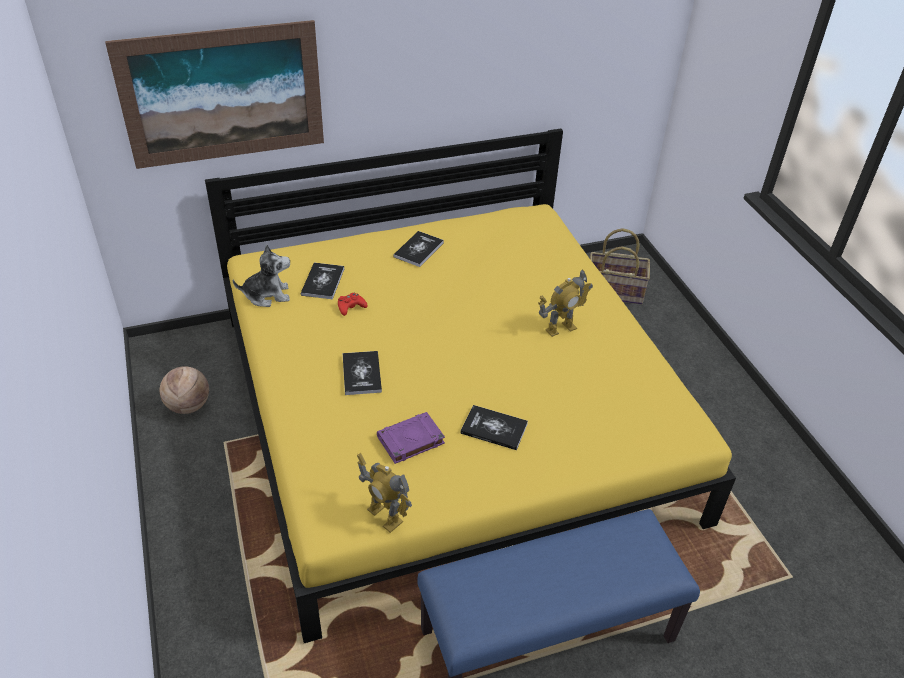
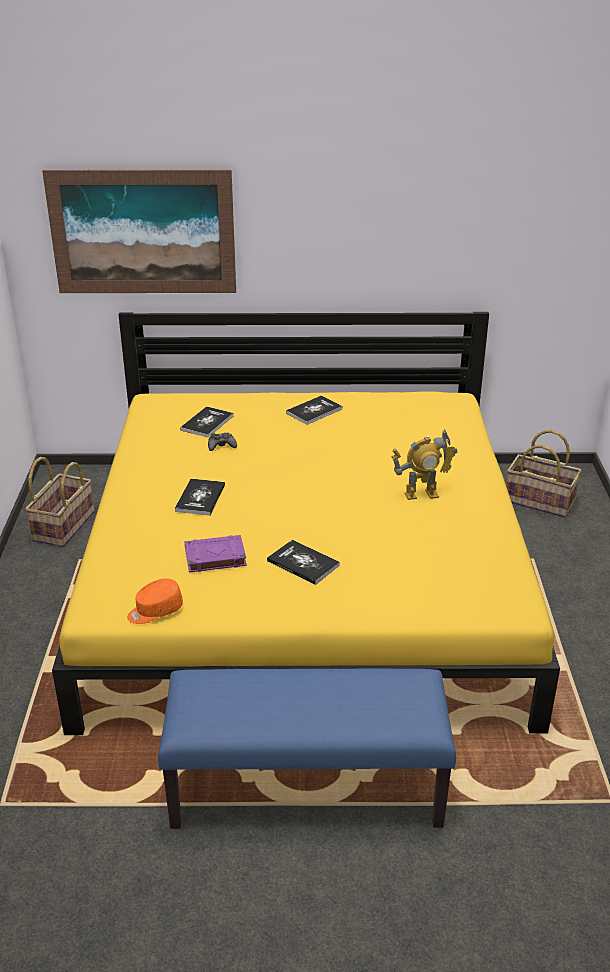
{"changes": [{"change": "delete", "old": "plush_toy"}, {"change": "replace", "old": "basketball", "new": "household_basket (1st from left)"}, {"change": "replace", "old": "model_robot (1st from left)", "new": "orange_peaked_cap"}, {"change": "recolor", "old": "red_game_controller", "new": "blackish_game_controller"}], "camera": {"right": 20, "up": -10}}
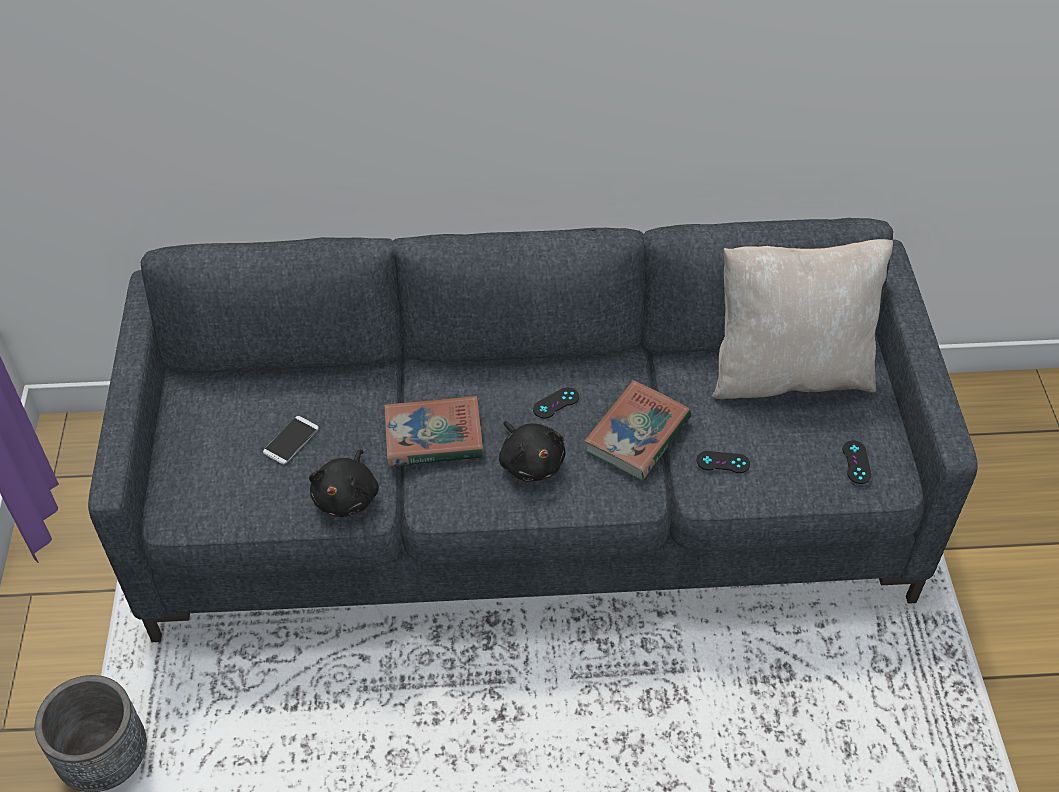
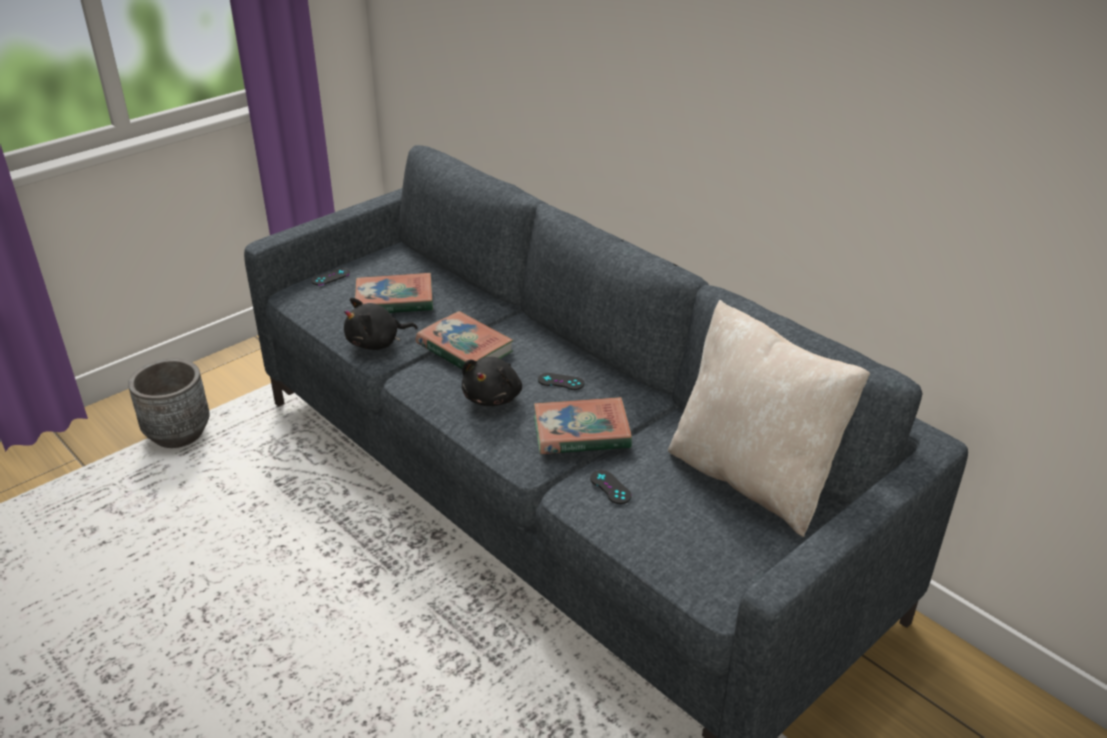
{"changes": [{"change": "move", "old": "blackish_game_controller (3rd from left in the first image)", "new": "blackish_game_controller (1st from left)"}, {"change": "replace", "old": "handset", "new": "volume (1st from left)"}], "camera": {"right": 50, "up": -15}}
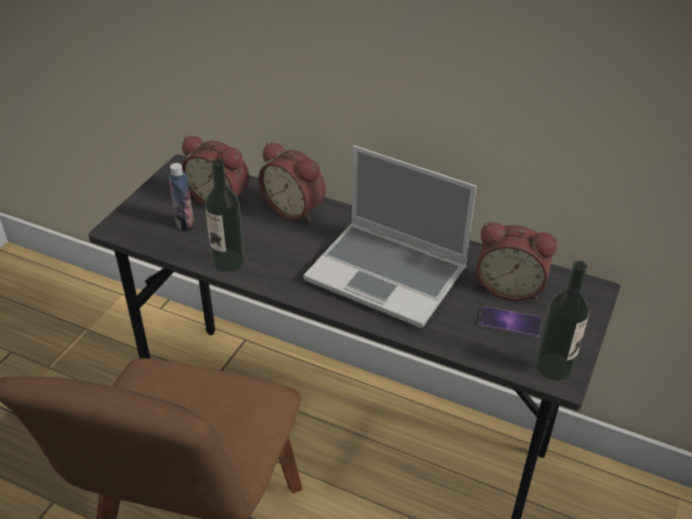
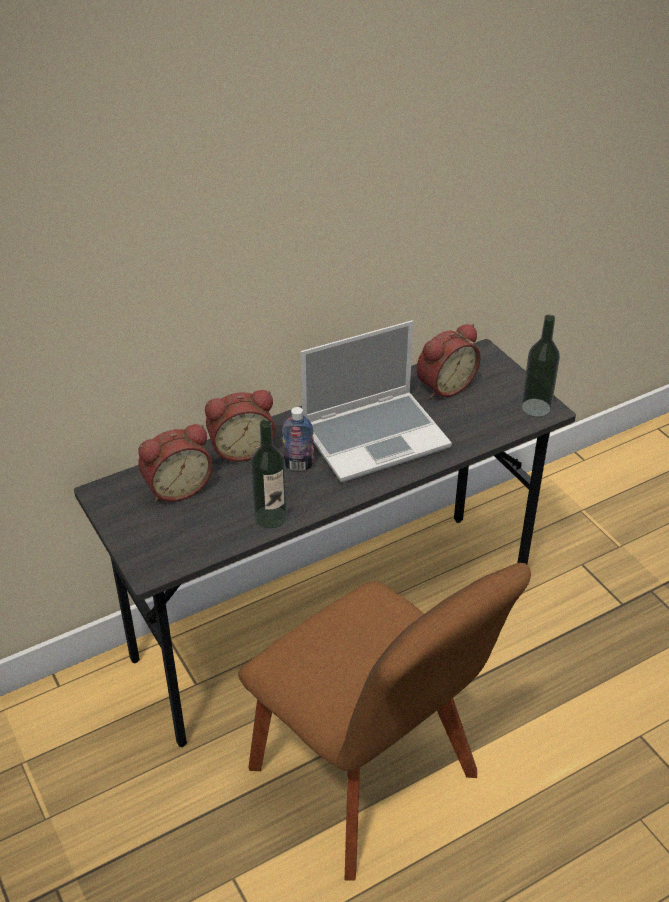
{"changes": [{"change": "delete", "old": "handset"}, {"change": "move", "old": "bottle (1st from left in the first image)", "new": "bottle (2nd from left)"}], "camera": {"right": -55, "up": 0}}
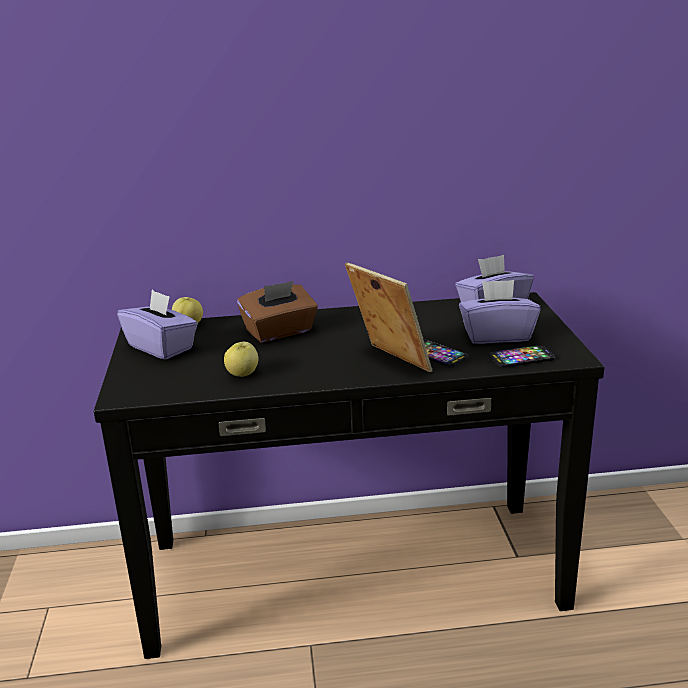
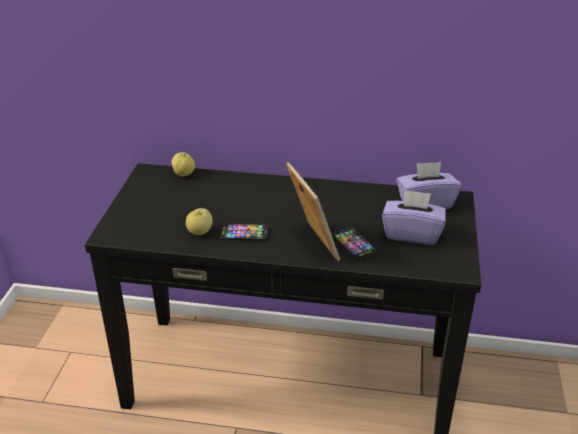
{"changes": [{"change": "delete", "old": "purple_tissue_box (1st from left)"}, {"change": "delete", "old": "brownish_tissue_box"}, {"change": "move", "old": "handset (2nd from left in the first image)", "new": "handset (1st from left)"}], "camera": {"right": 15, "up": 10}}
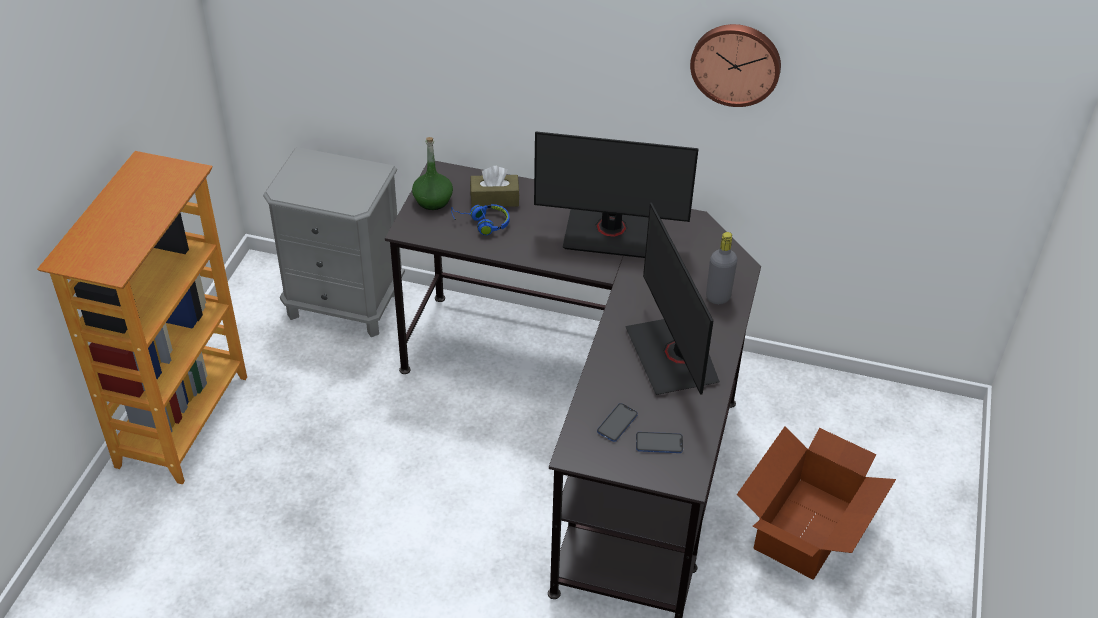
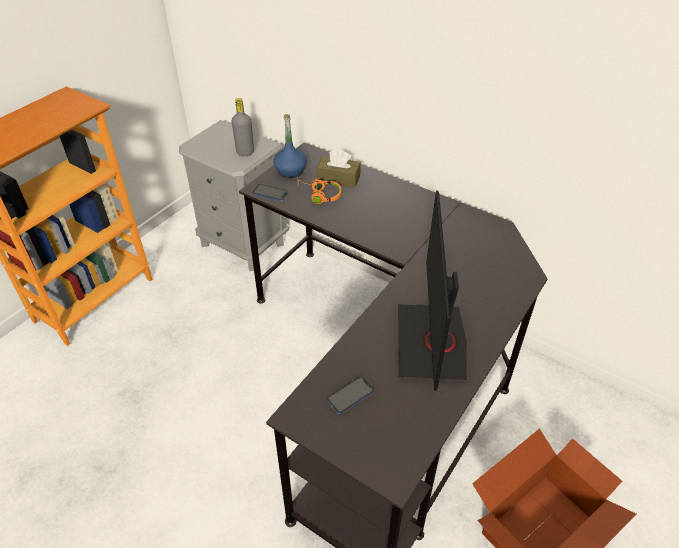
{"changes": [{"change": "delete", "old": "monitor (1st from left)"}, {"change": "delete", "old": "wall_clock"}, {"change": "move", "old": "handset (2nd from left in the first image)", "new": "handset (1st from left)"}, {"change": "move", "old": "grey_bottle"}, {"change": "recolor", "old": "greenish_bottle", "new": "blue-coloured_bottle"}, {"change": "recolor", "old": "blue-coloured_pair_of_headphones", "new": "orange_pair_of_headphones"}], "camera": {"right": 20, "up": 0}}
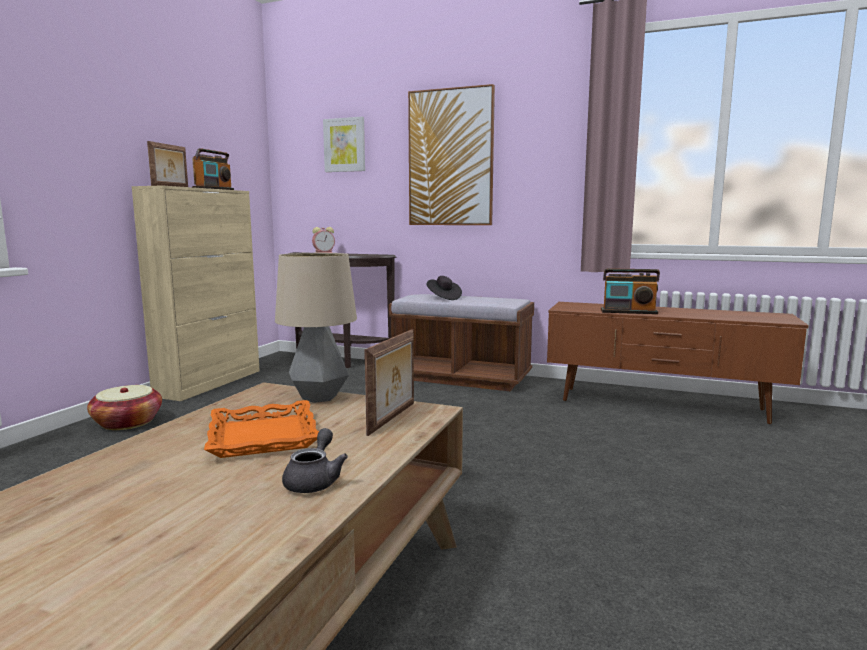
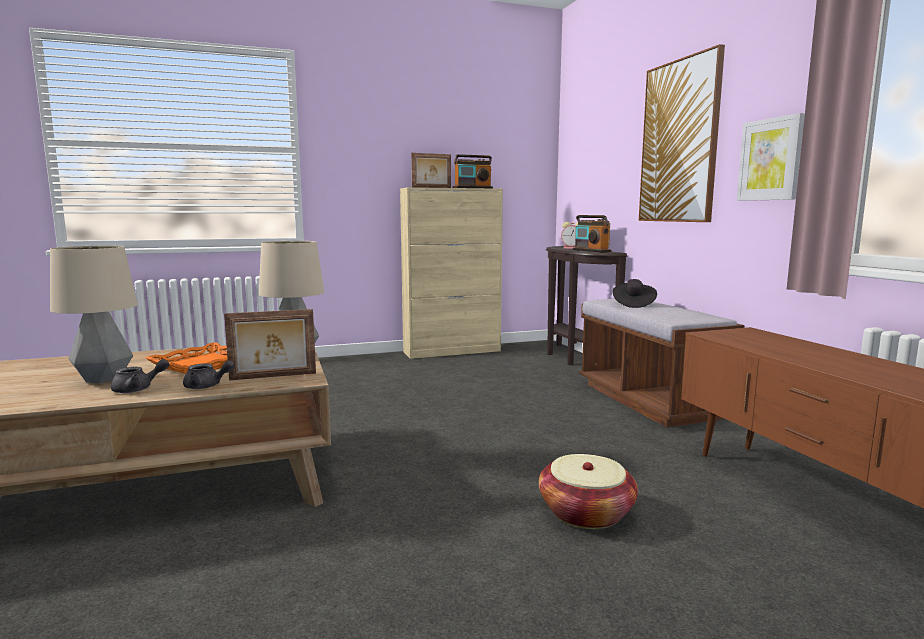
{"changes": [{"change": "insert", "new": "lamp_for_a_table (1st from left)"}, {"change": "insert", "new": "grey_tea_pot (2nd from left)"}, {"change": "move", "old": "household_basket"}, {"change": "move", "old": "wall_art (1st from left in the first image)", "new": "wall_art (2nd from left)"}, {"change": "move", "old": "radio (2nd from left)"}], "camera": {"right": 50, "up": 0}}
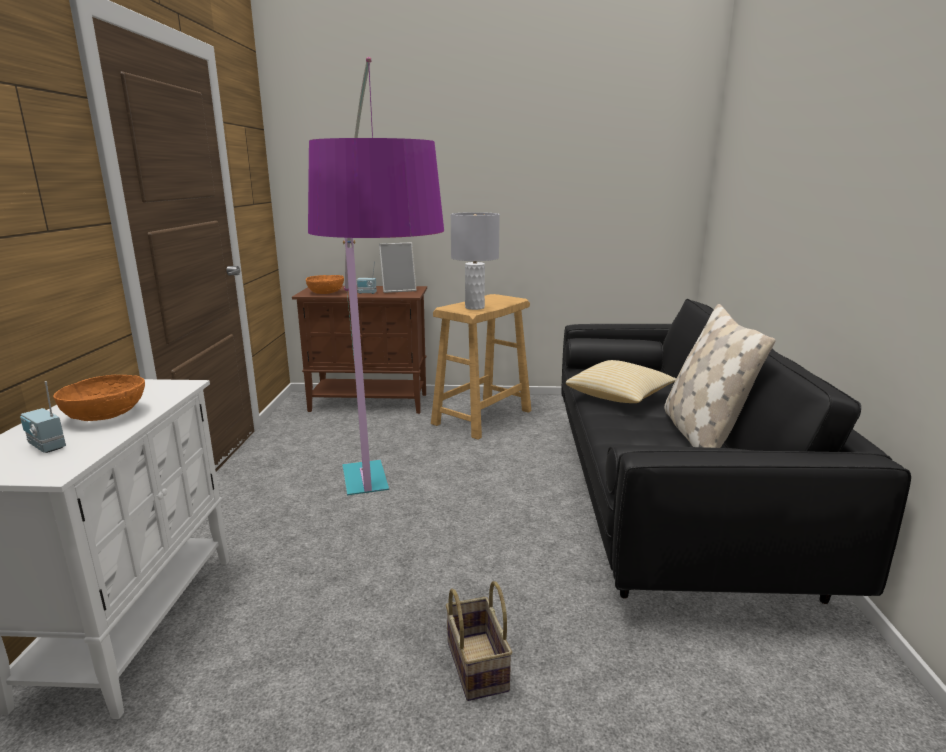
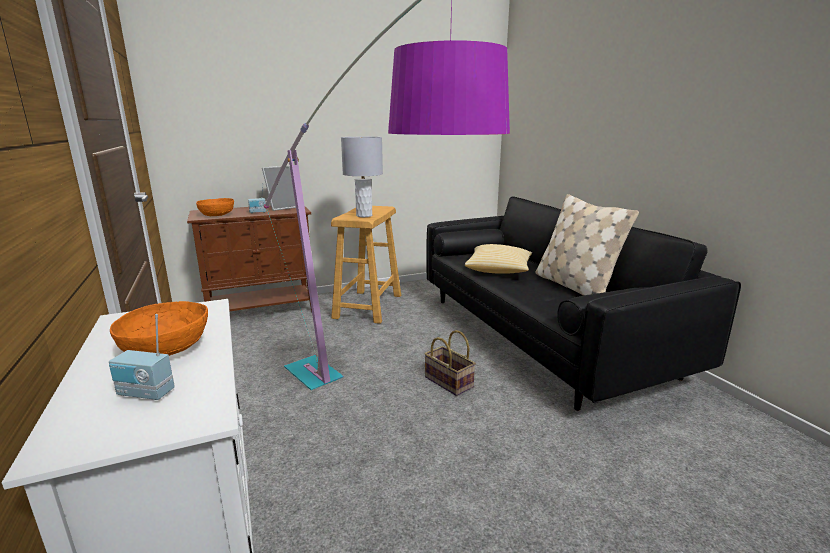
{"changes": [{"change": "move", "old": "household_basket"}], "camera": {"right": -25, "up": 0}}
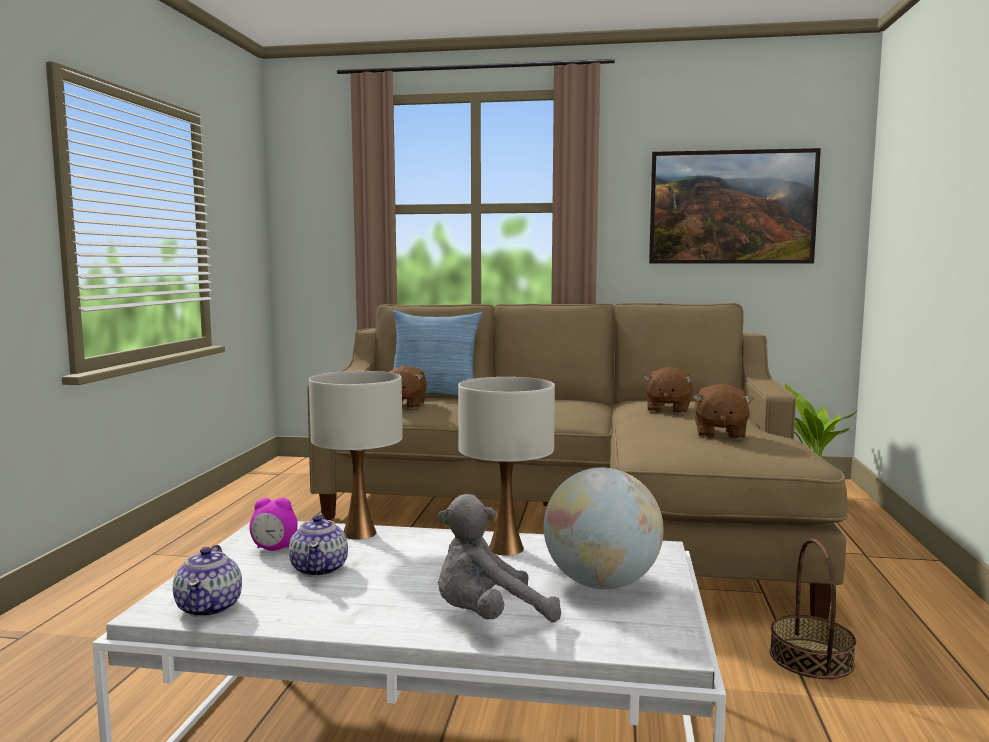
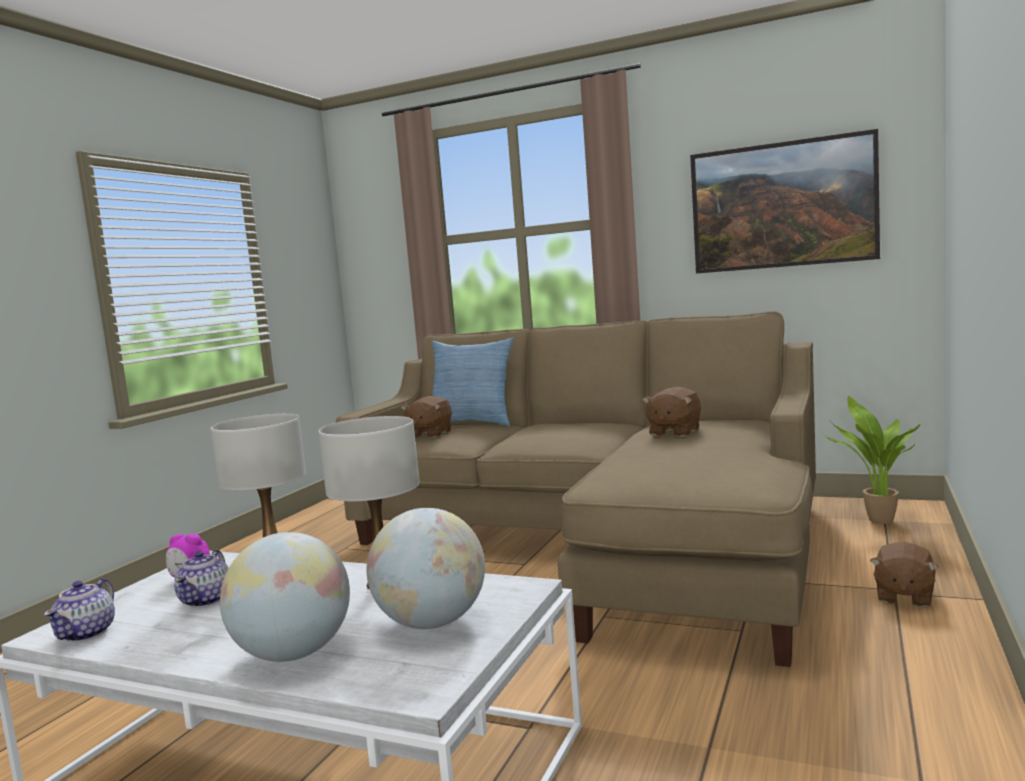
{"changes": [{"change": "delete", "old": "household_basket"}, {"change": "move", "old": "brownish_plush_toy (3rd from left)"}, {"change": "replace", "old": "grey_plush_toy", "new": "world_globe (1st from left)"}], "camera": {"right": 15, "up": 0}}
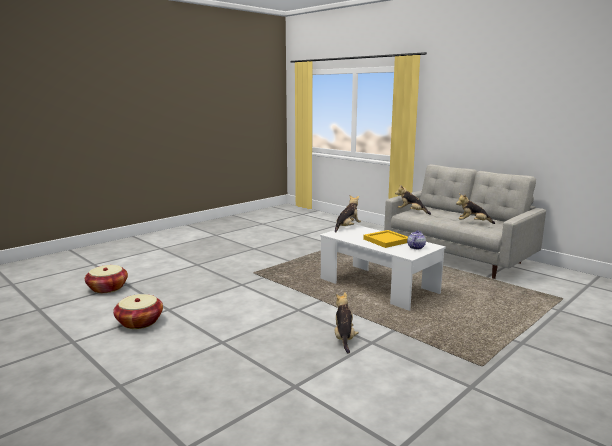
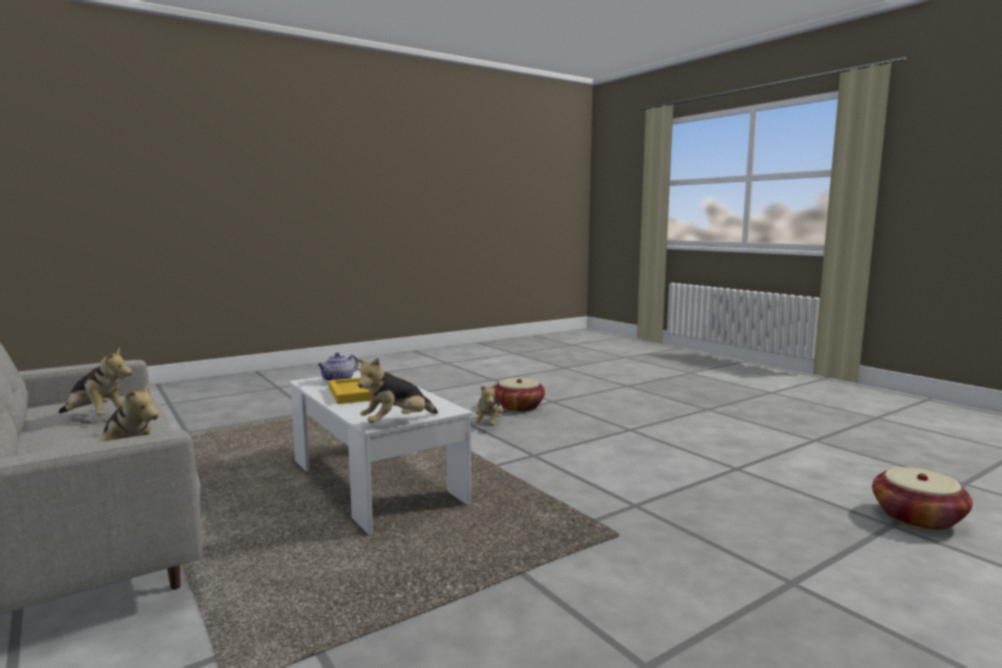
{"changes": [{"change": "move", "old": "household_basket (2nd from left in the first image)", "new": "household_basket (1st from left)"}], "camera": {"right": -170, "up": -5}}
